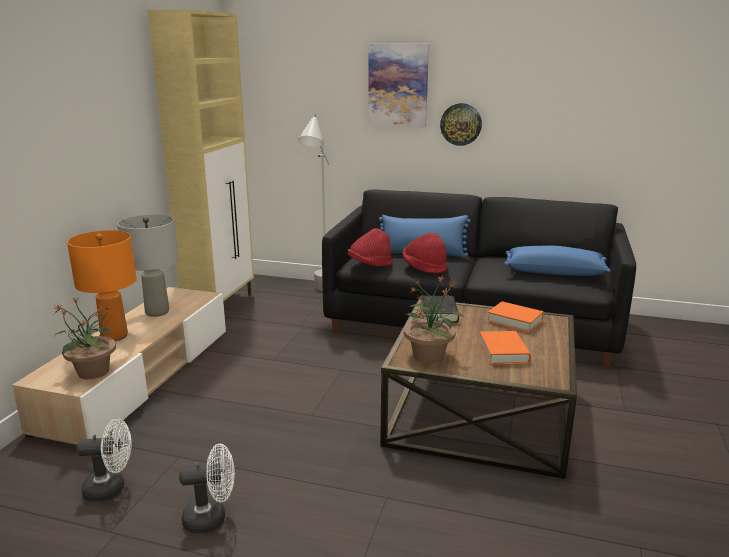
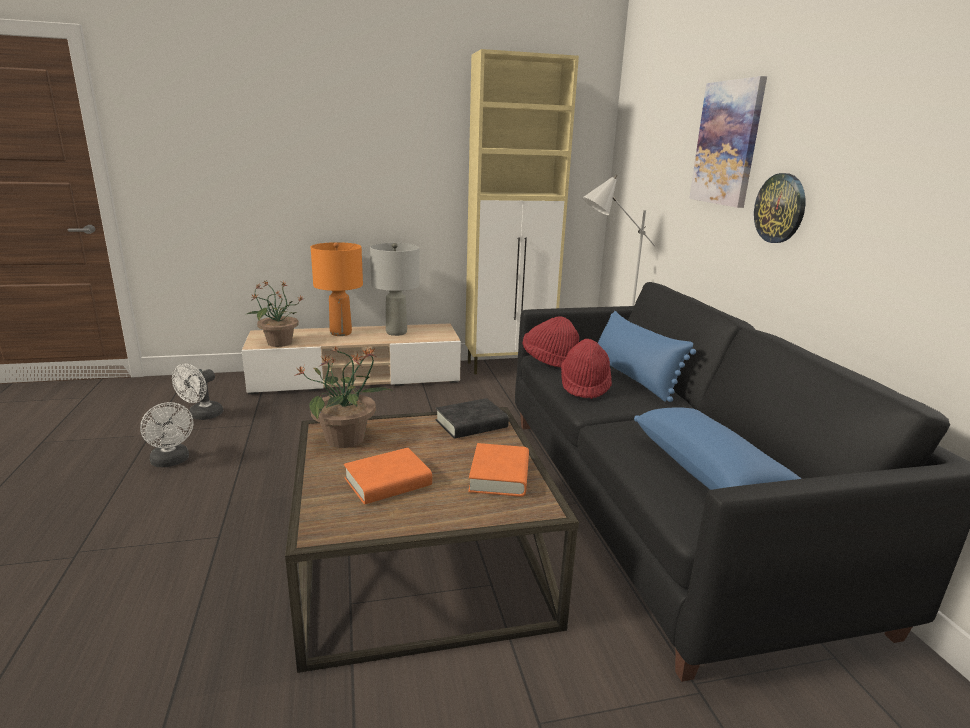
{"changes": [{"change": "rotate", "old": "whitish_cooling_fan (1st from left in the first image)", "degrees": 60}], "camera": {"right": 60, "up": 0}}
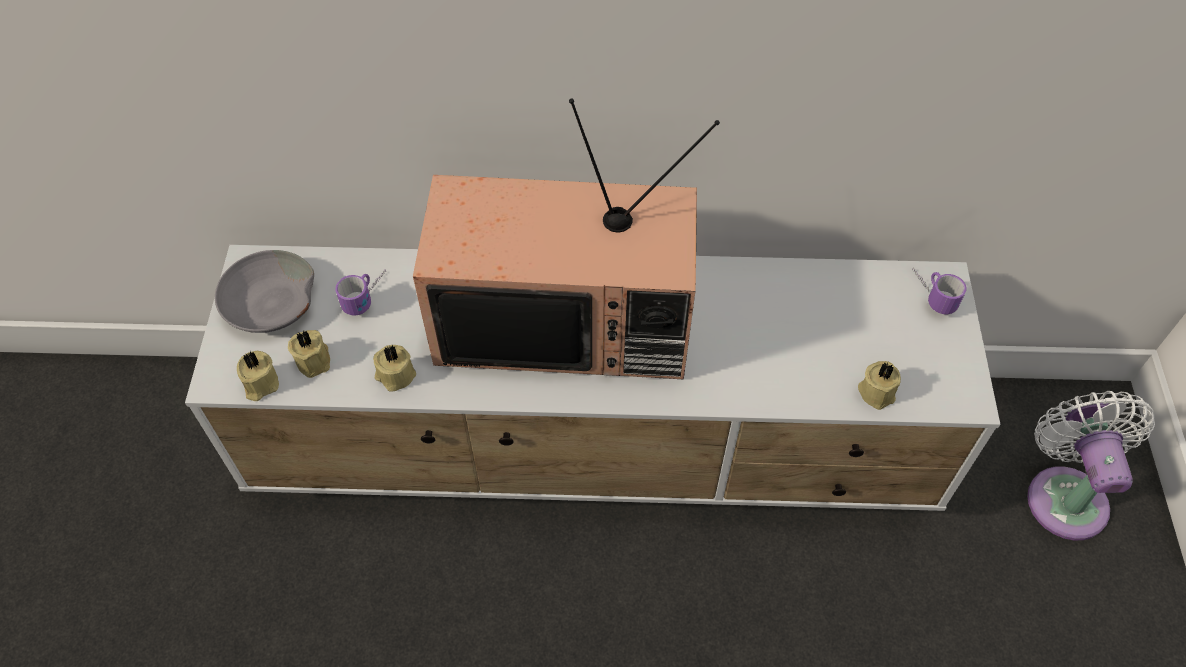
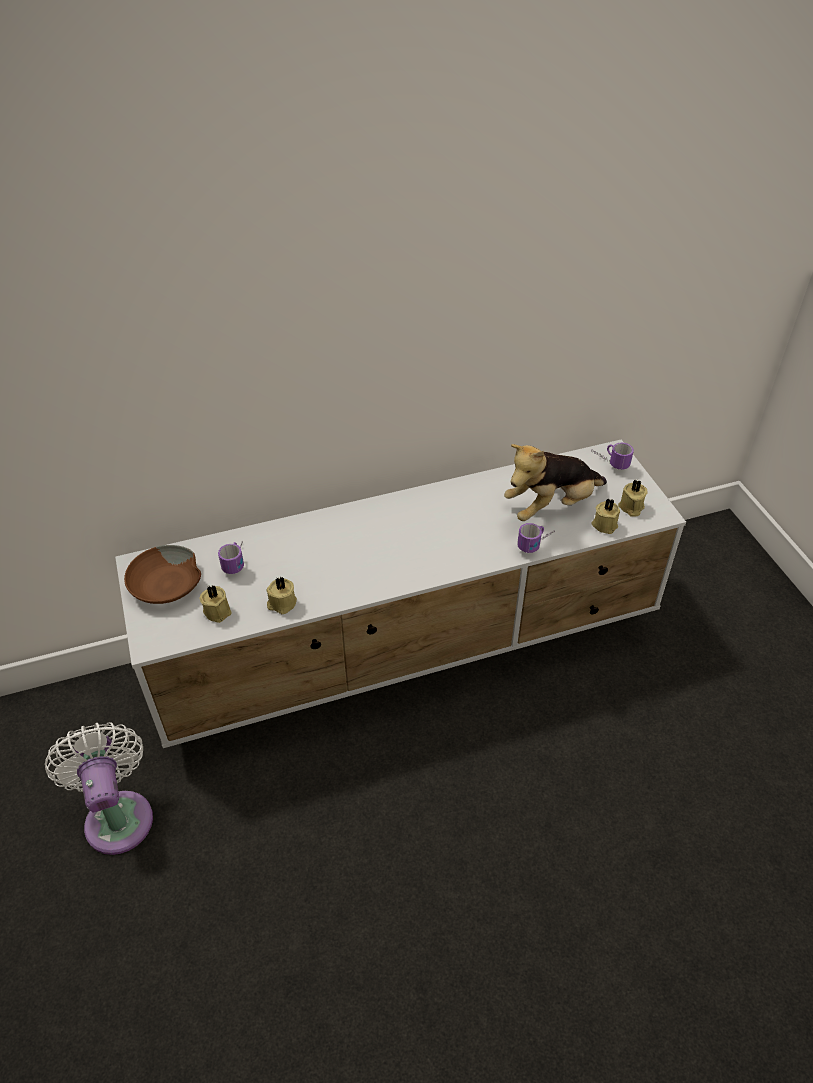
{"changes": [{"change": "delete", "old": "TV"}, {"change": "insert", "new": "plush_toy"}, {"change": "insert", "new": "mug (2nd from left)"}, {"change": "move", "old": "beige-coloured_wax_candle (1st from left in the first image)", "new": "beige-coloured_wax_candle (4th from left)"}, {"change": "move", "old": "whitish_cooling_fan"}, {"change": "recolor", "old": "grey_serving_bowl", "new": "brownish_serving_bowl"}], "camera": {"right": -20, "up": -10}}
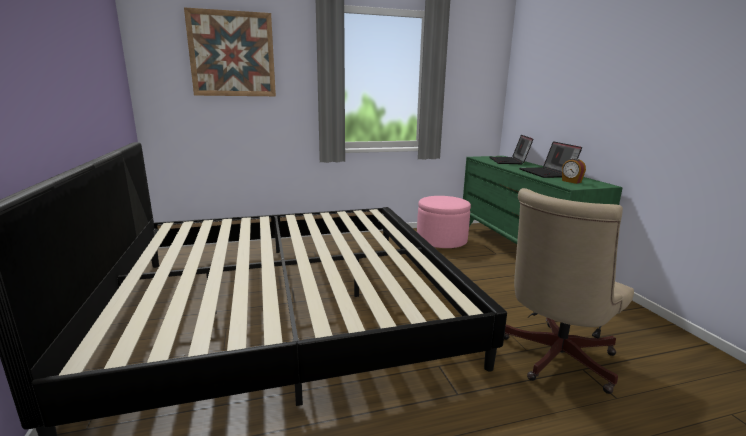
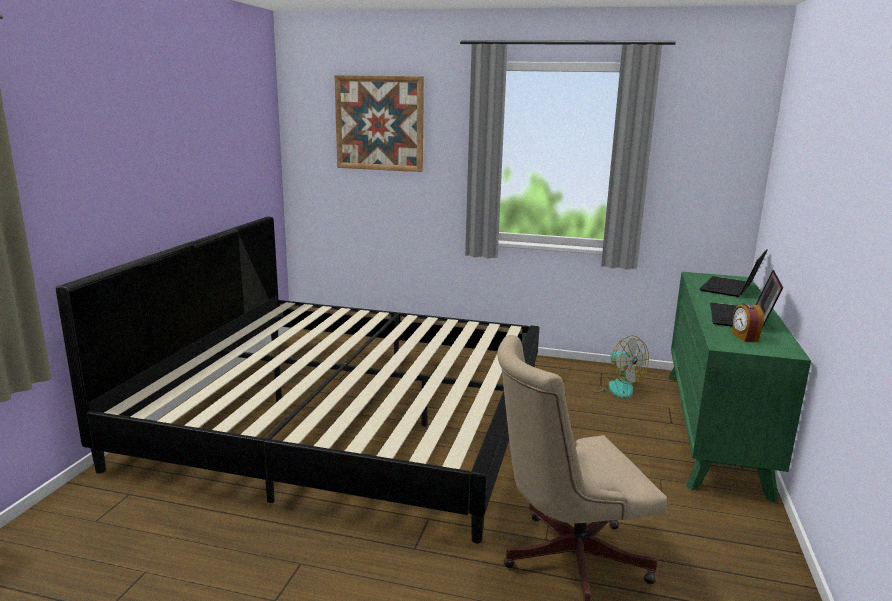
{"changes": [{"change": "replace", "old": "pink_pouffe", "new": "cooling_fan"}], "camera": {"right": 30, "up": 0}}
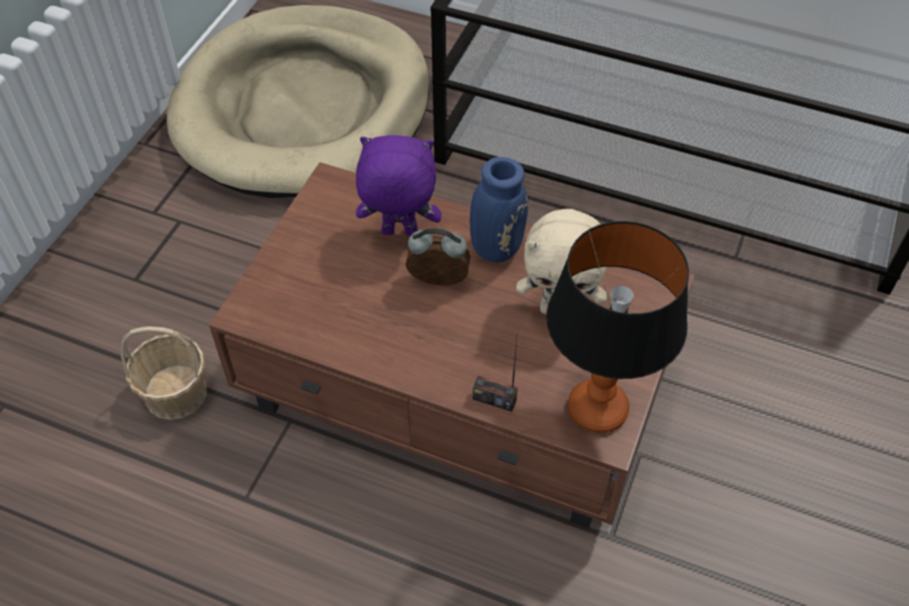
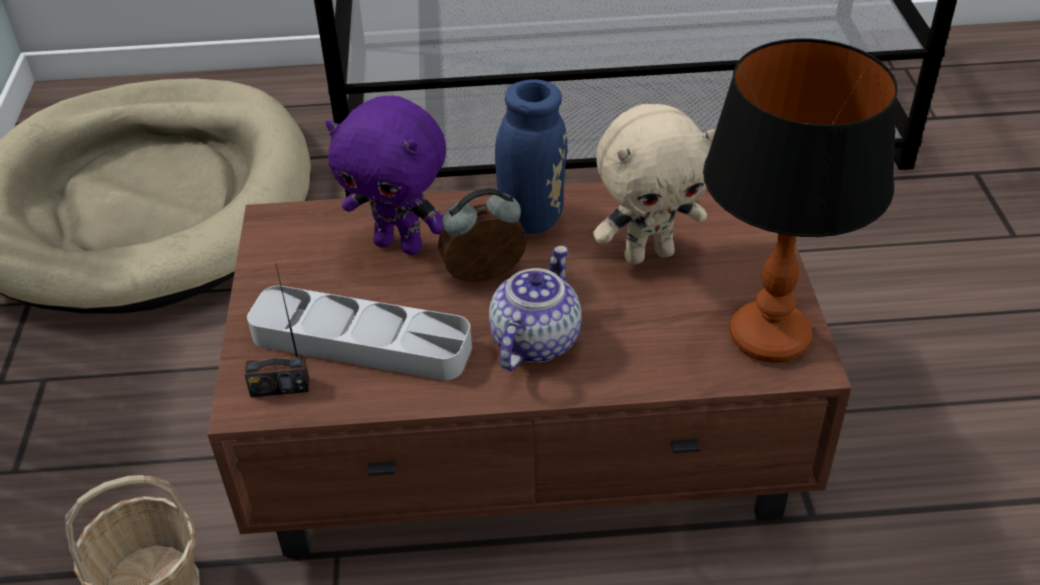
{"changes": [{"change": "insert", "new": "grey_serving_tray"}, {"change": "insert", "new": "tea_pot"}, {"change": "move", "old": "radio"}, {"change": "rotate", "old": "purple_plush_toy", "degrees": -135}], "camera": {"right": -25, "up": -10}}
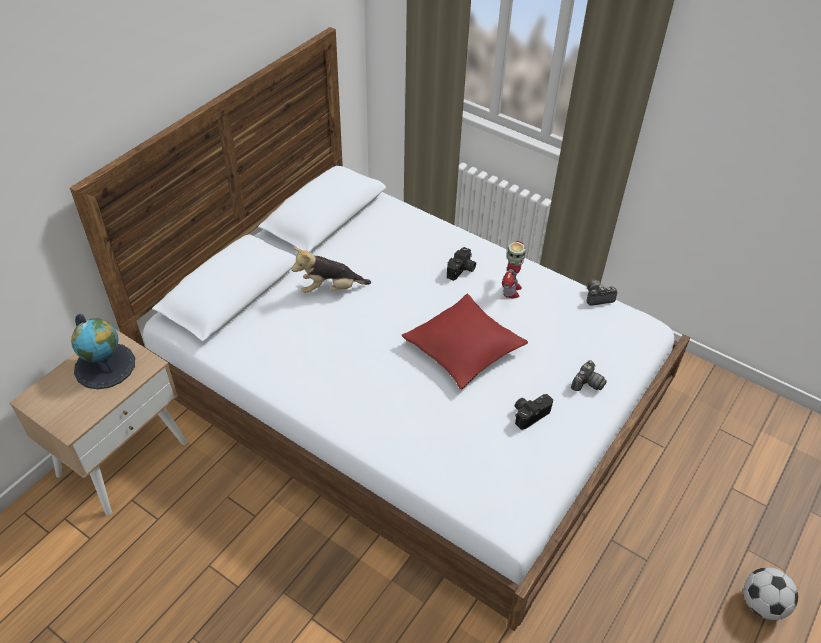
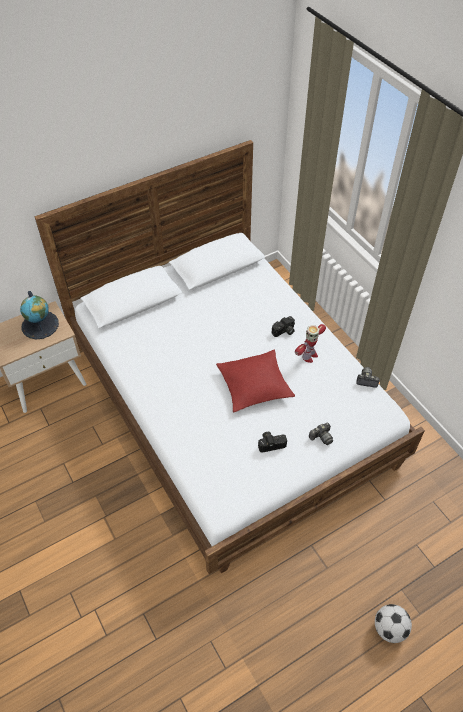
{"changes": [{"change": "delete", "old": "plush_toy"}], "camera": {"right": 25, "up": 5}}
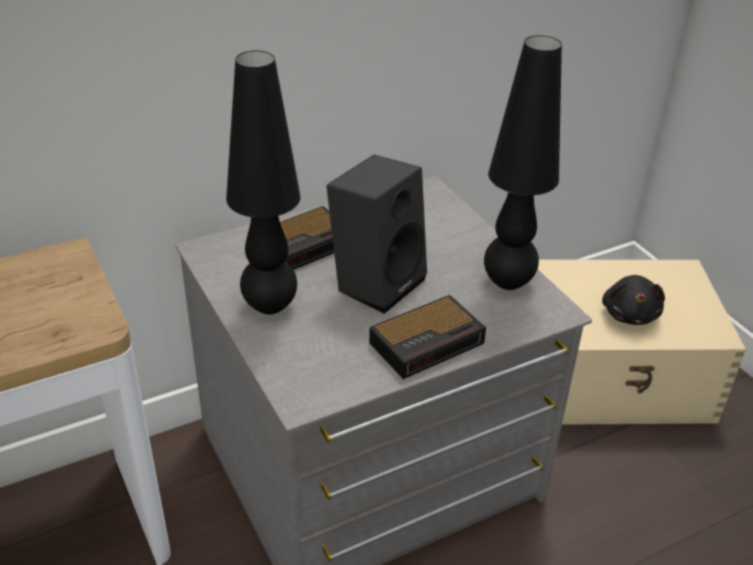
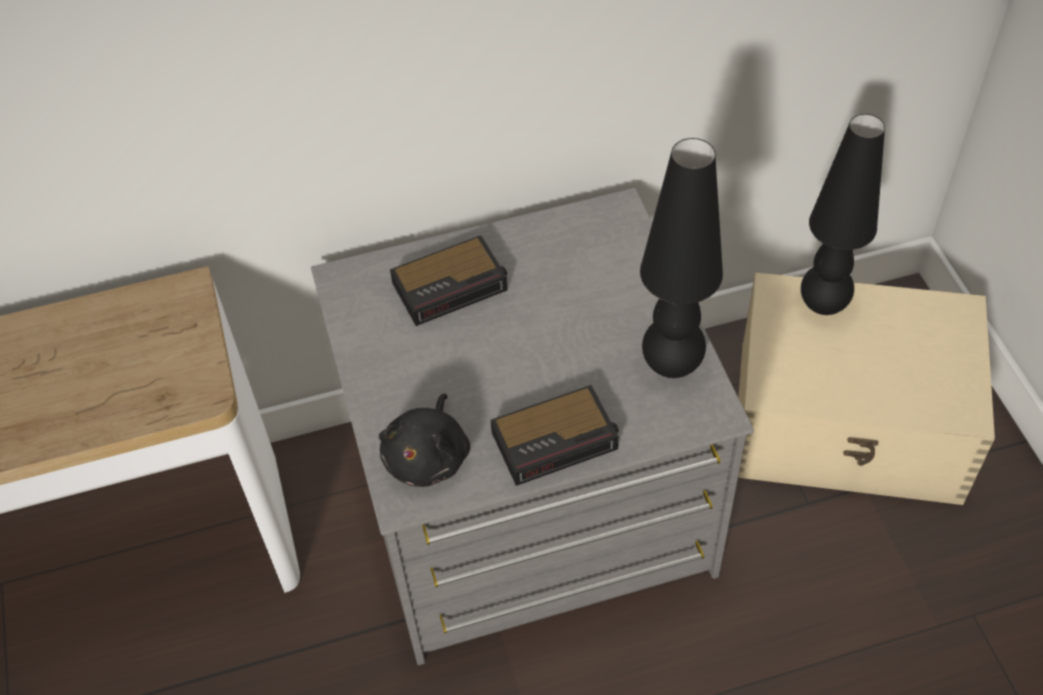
{"changes": [{"change": "delete", "old": "blackish_speaker"}, {"change": "move", "old": "blackish_lamp_for_a_table (1st from left in the first image)", "new": "blackish_lamp_for_a_table (2nd from left)"}, {"change": "move", "old": "blackish_plush_toy"}], "camera": {"right": 15, "up": 15}}
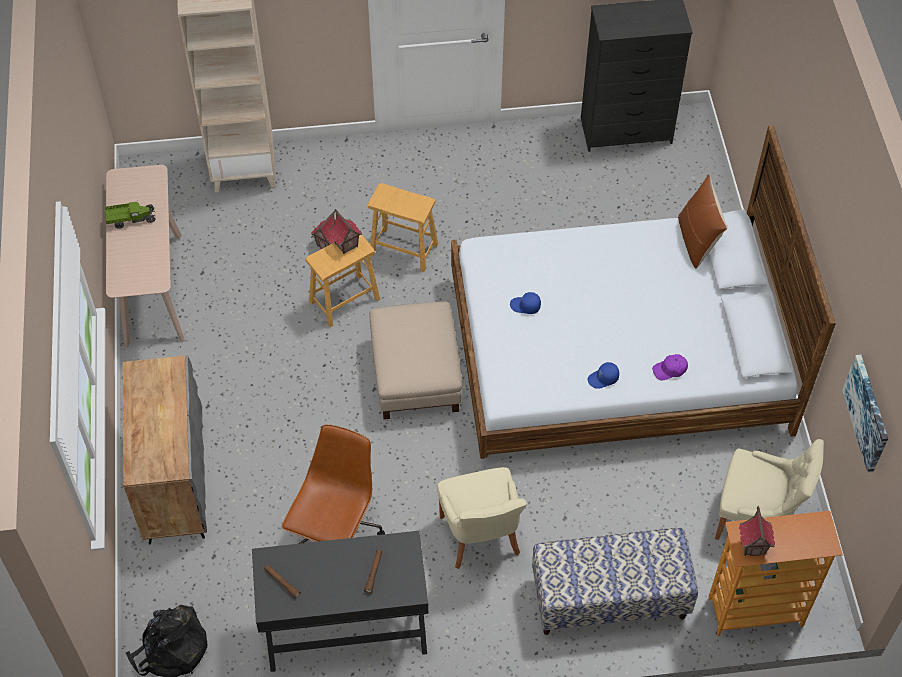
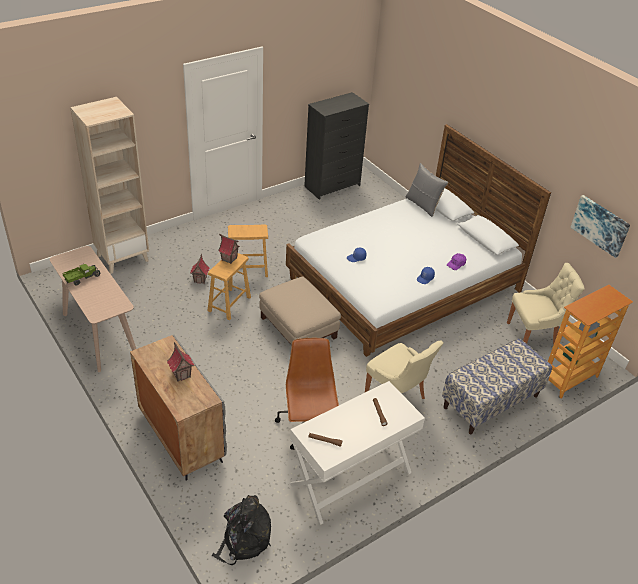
{"changes": [{"change": "move", "old": "model_house (3rd from left in the first image)", "new": "model_house (1st from left)"}, {"change": "recolor", "old": "blackish_desk", "new": "whitish_desk"}, {"change": "recolor", "old": "brownish_pillow", "new": "grey_pillow"}], "camera": {"right": -30, "up": -15}}
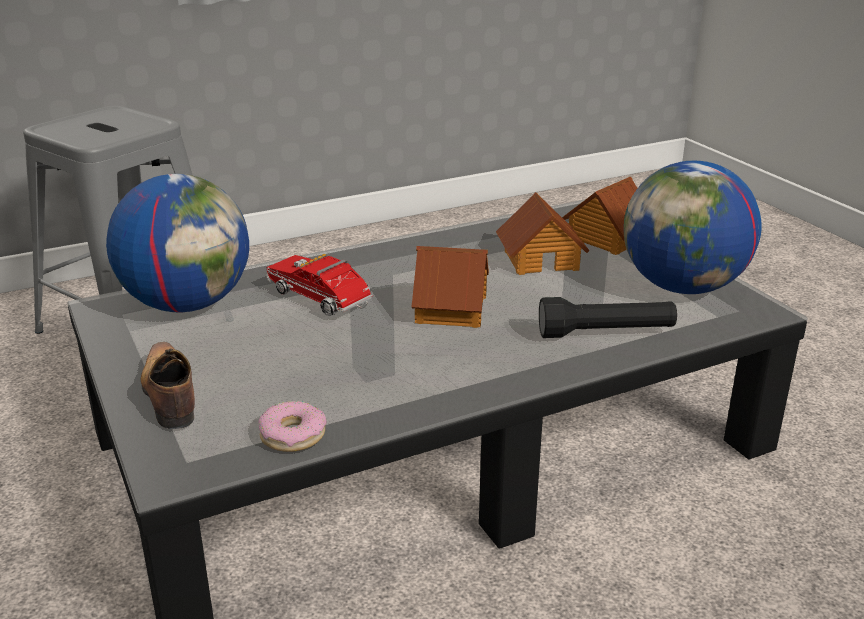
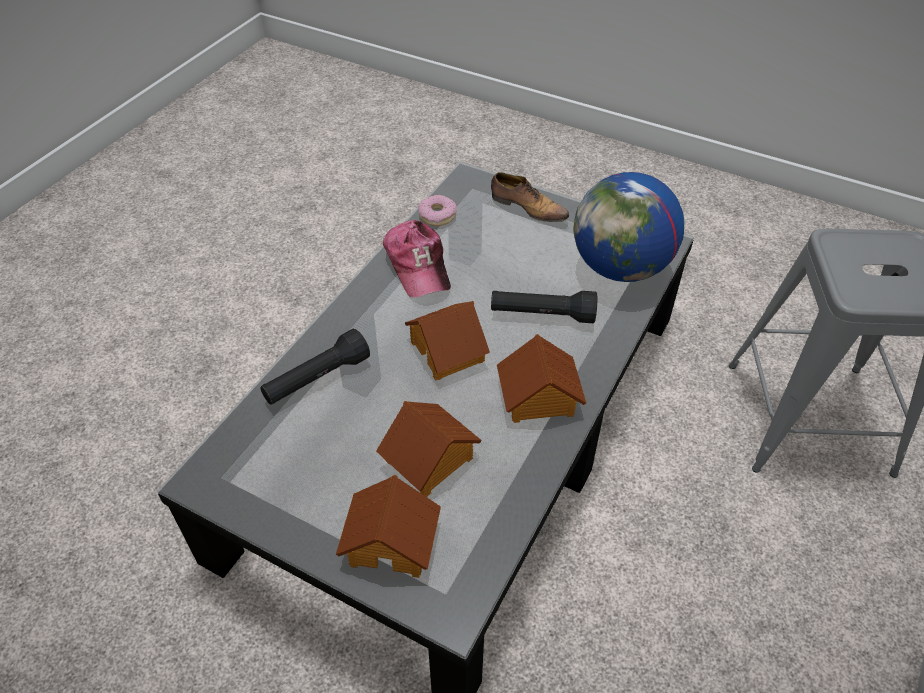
{"changes": [{"change": "delete", "old": "world_globe (2nd from left)"}, {"change": "insert", "new": "peaked_cap"}, {"change": "insert", "new": "model_house (4th from left)"}, {"change": "replace", "old": "toy_truck", "new": "blackish_hand_torch (2nd from left)"}], "camera": {"right": 145, "up": 20}}
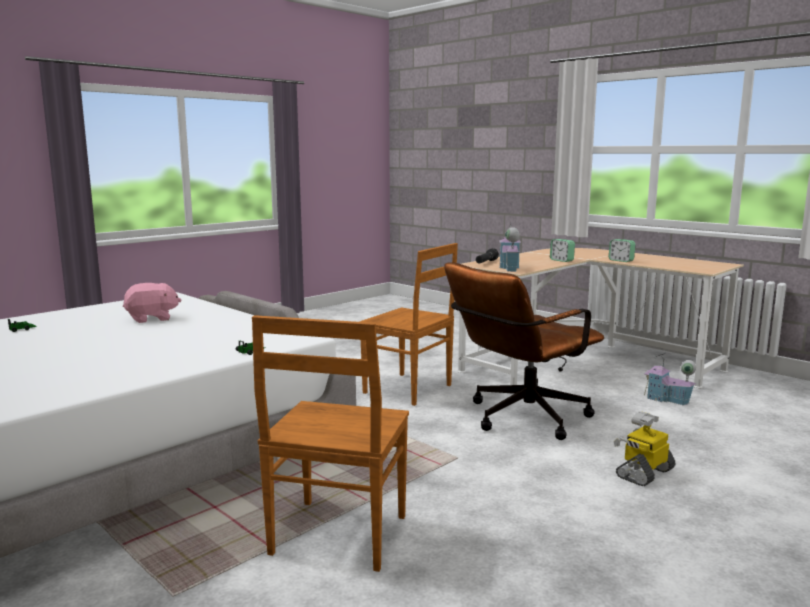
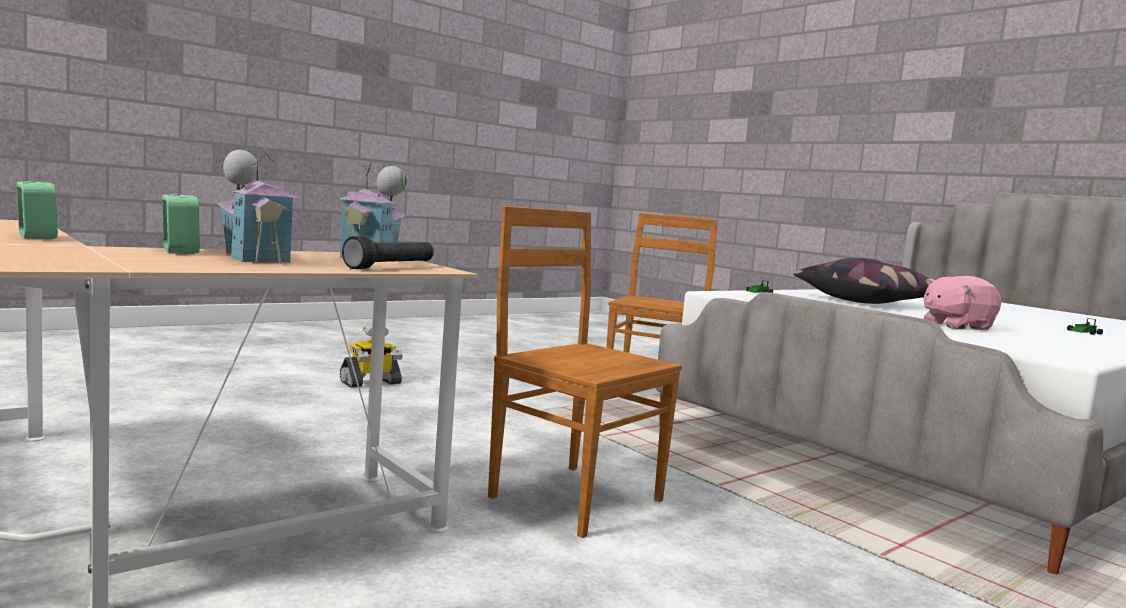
{"changes": [{"change": "delete", "old": "brownish_computer_chair"}, {"change": "insert", "new": "pillow"}, {"change": "move", "old": "model_house (2nd from left in the first image)", "new": "model_house (1st from left)"}], "camera": {"right": -175, "up": -5}}
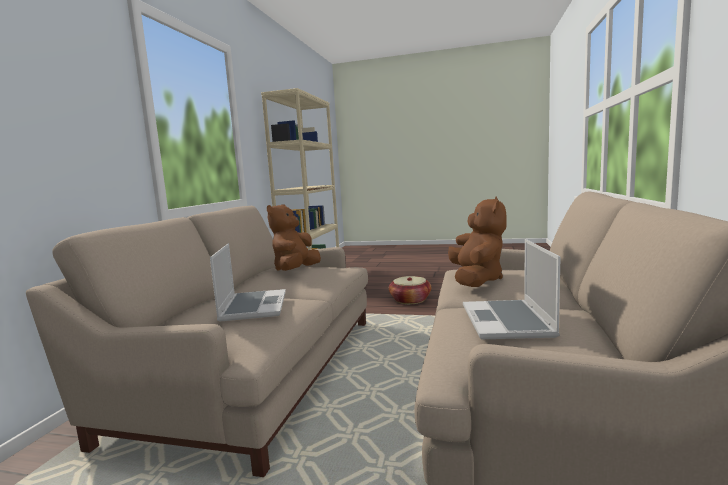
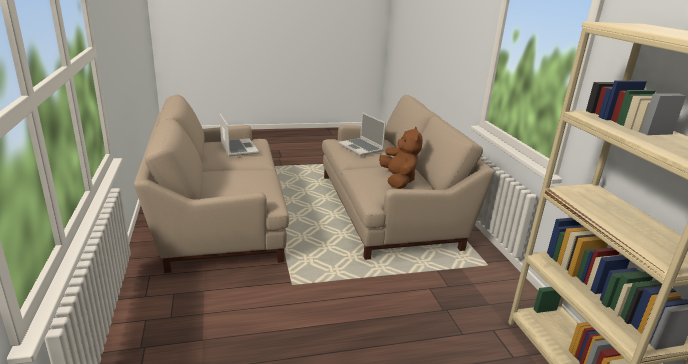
{"changes": [{"change": "delete", "old": "household_basket"}, {"change": "delete", "old": "brownish_plush_toy (2nd from left)"}], "camera": {"right": 150, "up": 15}}
